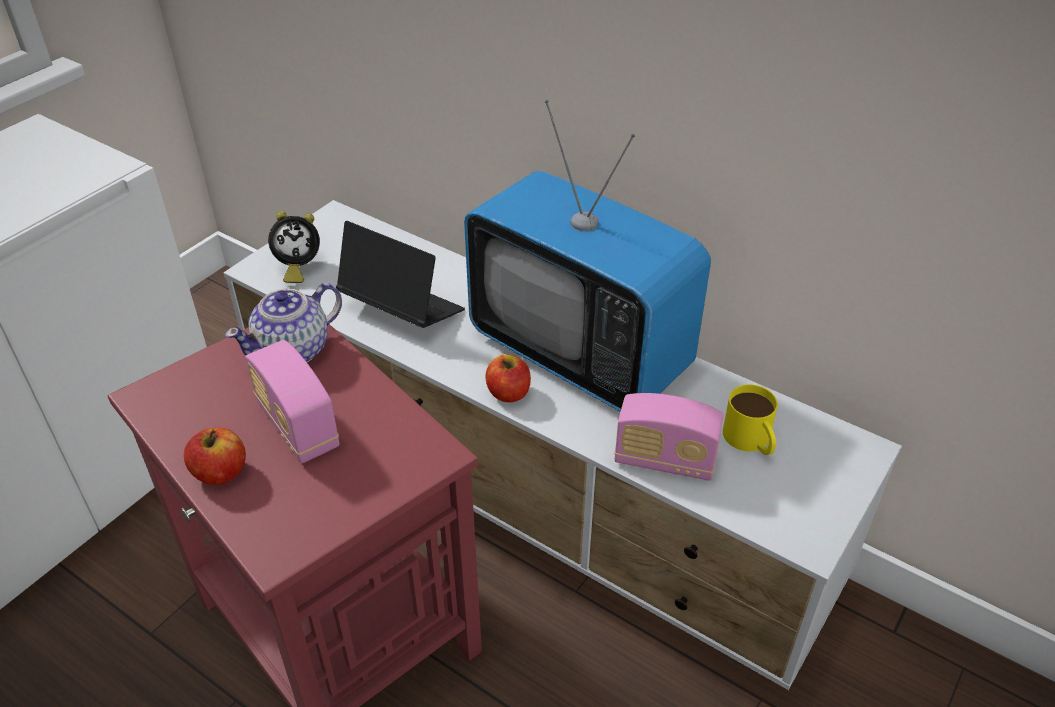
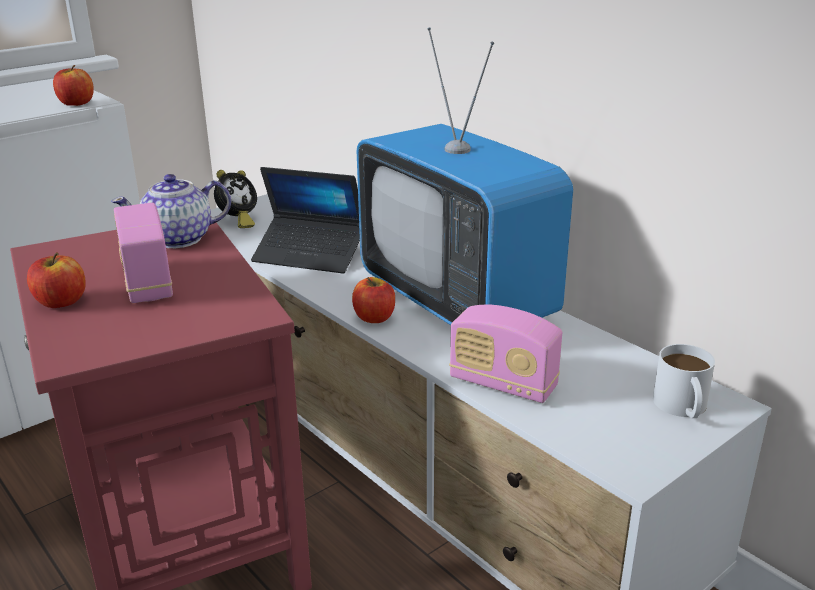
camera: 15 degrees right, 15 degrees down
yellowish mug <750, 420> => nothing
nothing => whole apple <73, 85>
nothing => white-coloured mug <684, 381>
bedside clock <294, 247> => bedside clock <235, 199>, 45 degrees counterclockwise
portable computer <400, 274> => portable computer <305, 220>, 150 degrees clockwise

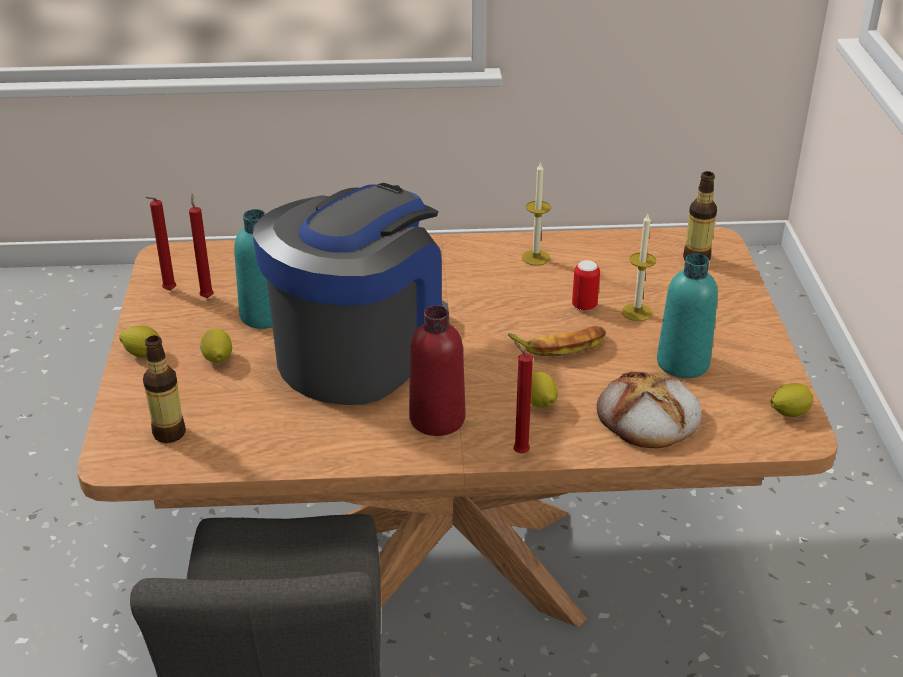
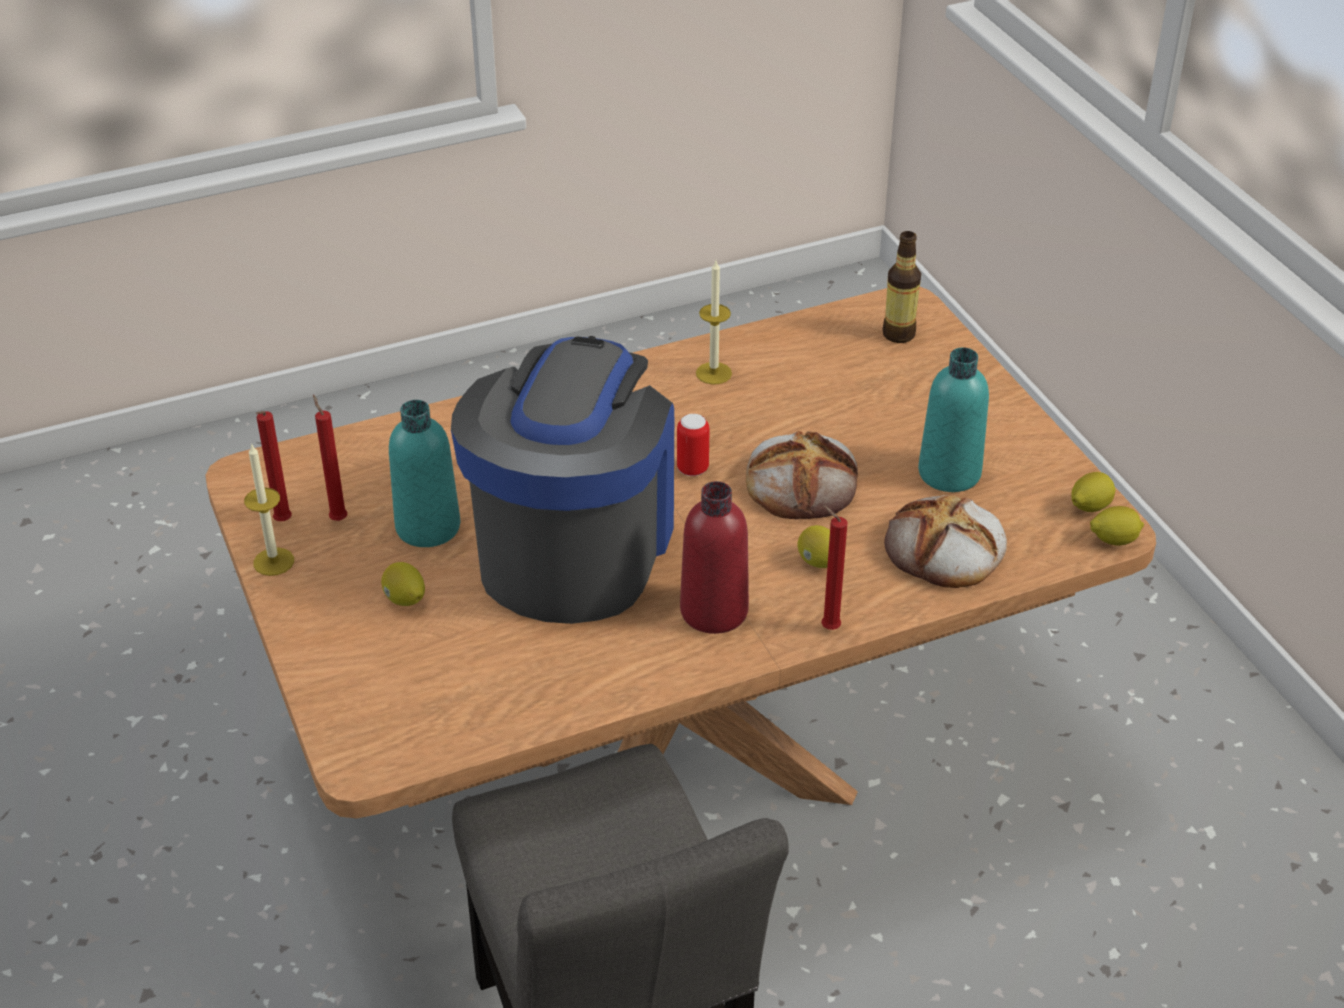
camera: 20 degrees left, 5 degrees up
beverage bottle <164, 389> => nothing
whole lemon <139, 341> => whole lemon <1117, 526>, relocated
can <586, 285> => can <693, 445>, relocated
wax light <639, 267> => wax light <269, 509>, relocated
whole banana <557, 341> => bakery bread <802, 475>

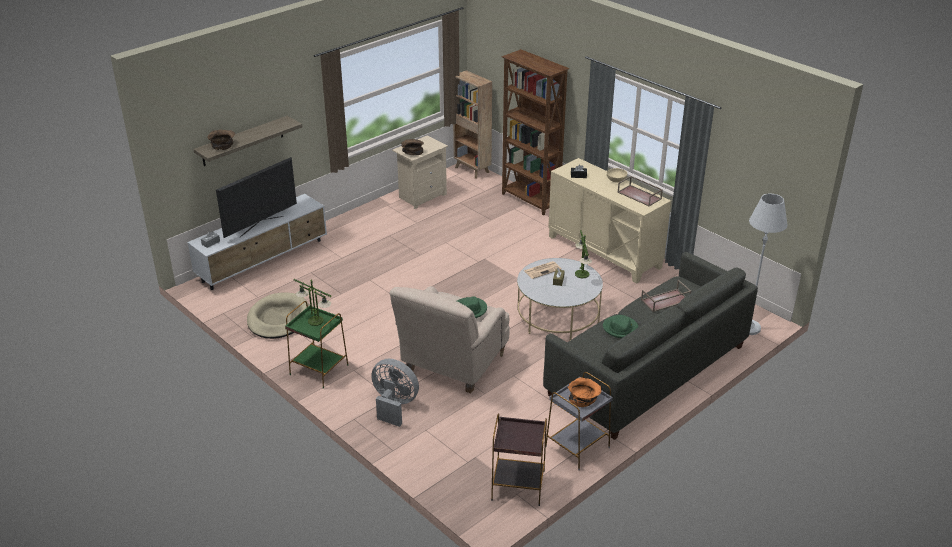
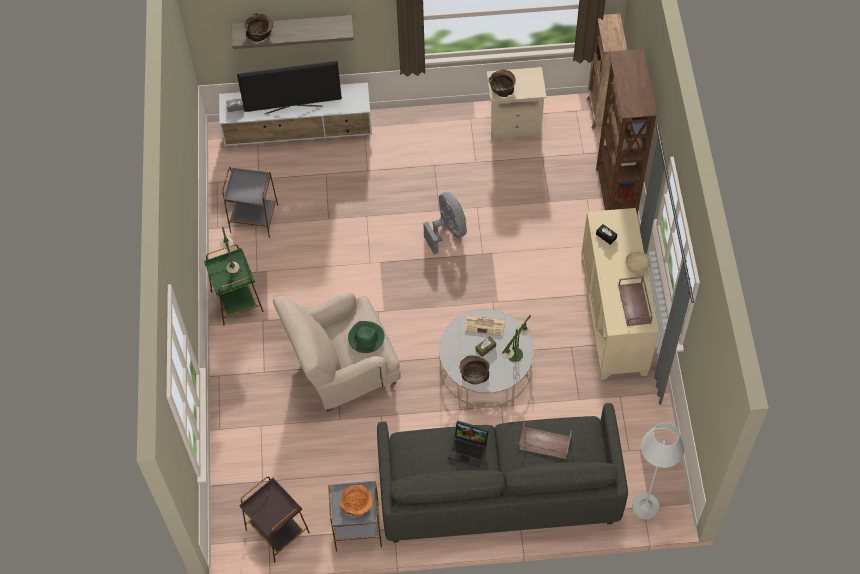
camera: 40 degrees right, 25 degrees up
nothing => brownish deep dish <474, 370>
grey fan <395, 393> => grey fan <445, 223>, relocated
beige-coloured dog bed <278, 316> => grey side table <250, 202>
green clothing hat <620, 326> => portable computer <468, 443>

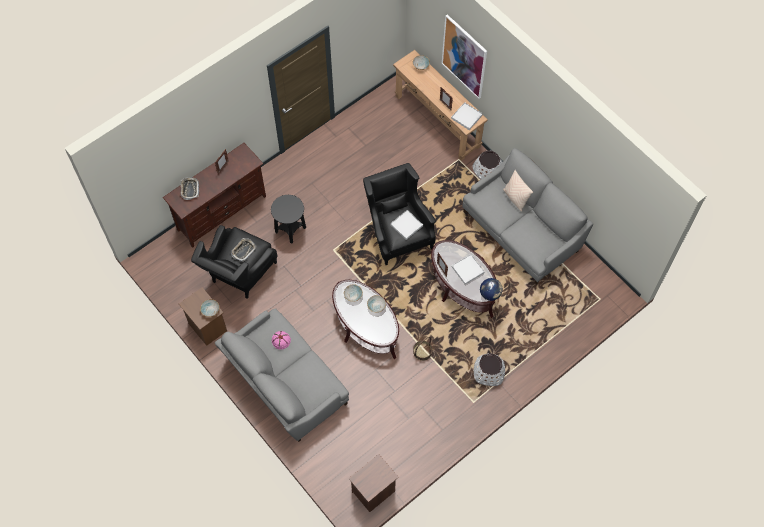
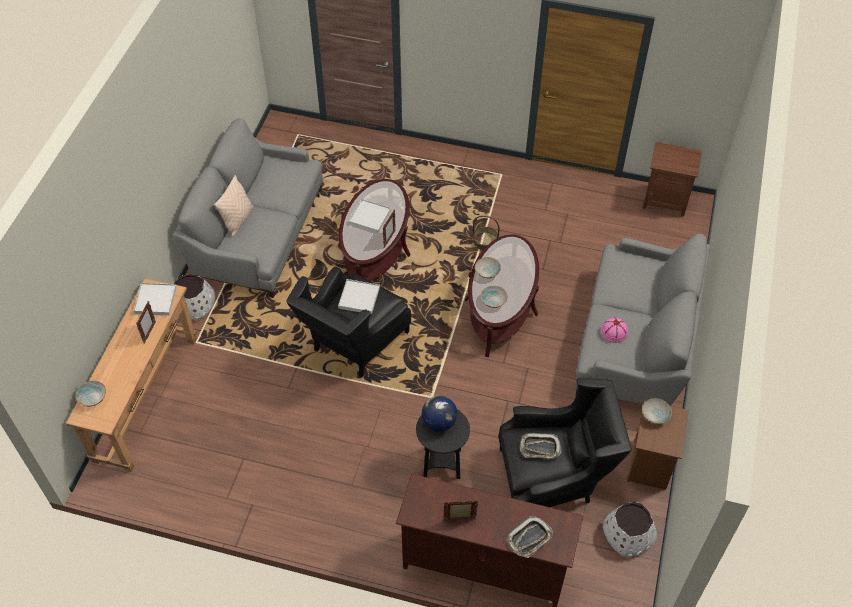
camera: 125 degrees left, 10 degrees down
wall art <464, 56> => nothing
white-coloured flower pot <489, 370> => white-coloured flower pot <630, 529>, relocated
desk globe <491, 289> => desk globe <439, 413>, relocated

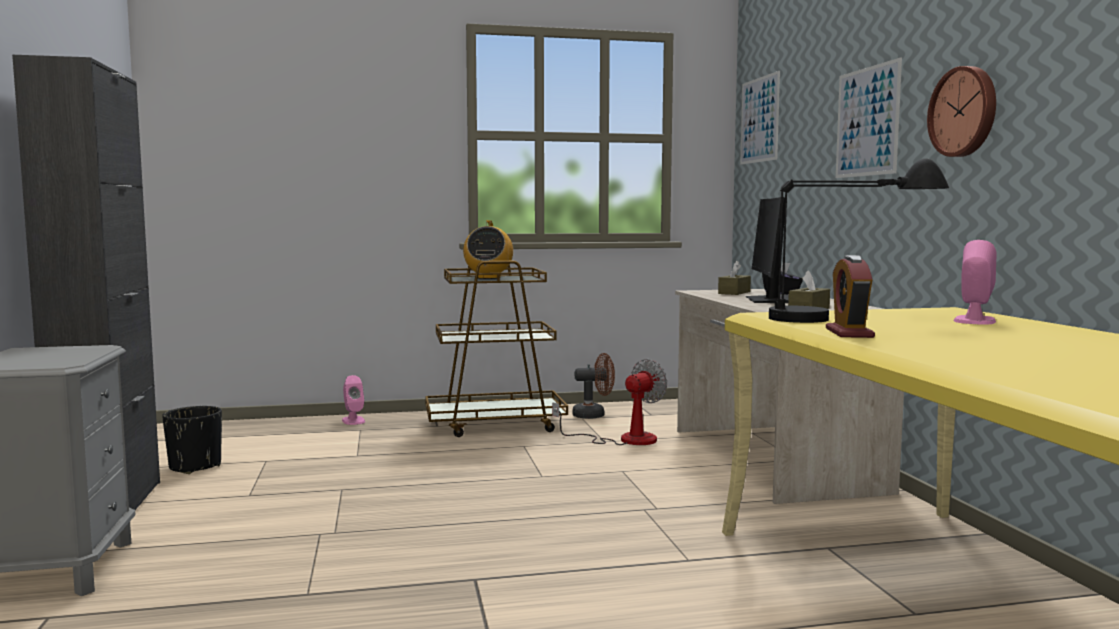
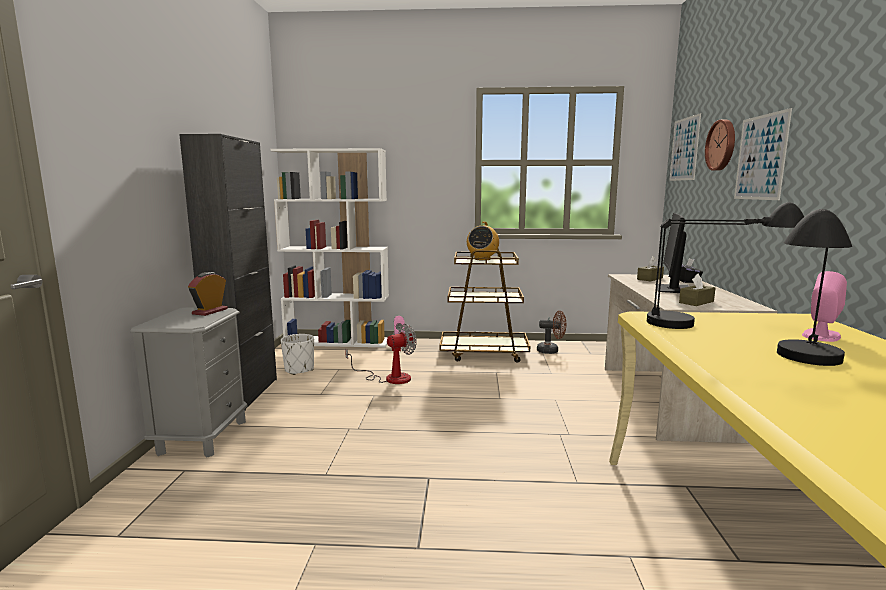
camera: 15 degrees right, 5 degrees up
nothing => white-coloured shelving unit <330, 247>
nothing => blackish lamp for a table <814, 287>
fan <609, 402> => fan <381, 354>, relocated
bedside clock <850, 296> => bedside clock <208, 294>, relocated
clock on the wall <961, 111> => clock on the wall <720, 145>, relocated
blackish flower pot <192, 440> => white-coloured flower pot <297, 354>

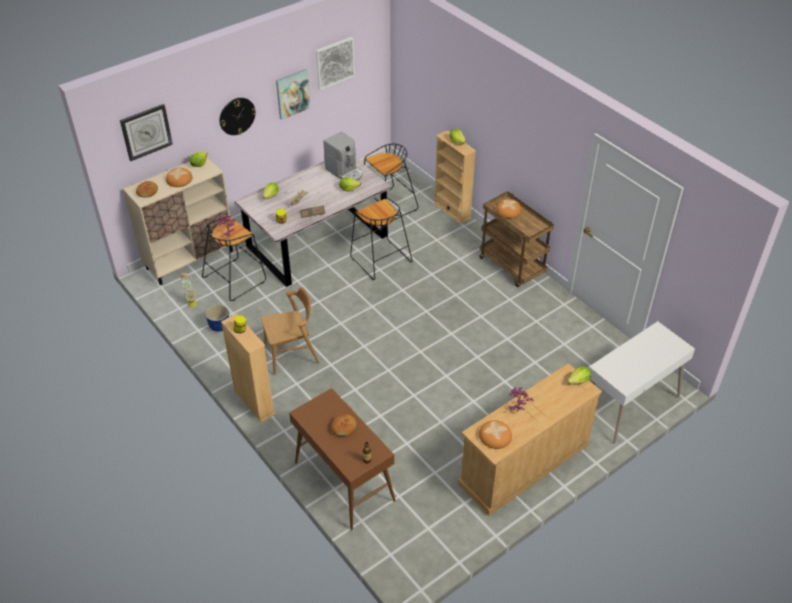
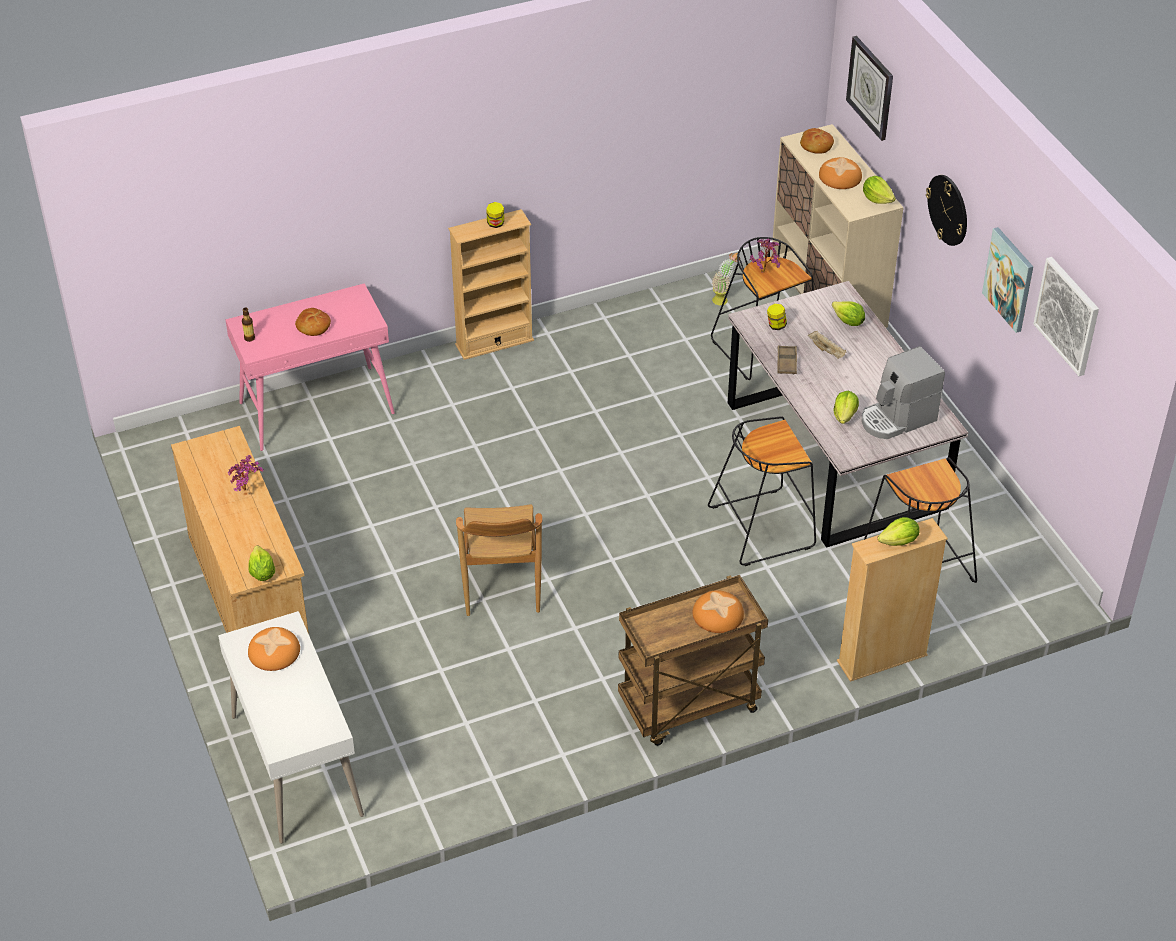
camera: 105 degrees right, 0 degrees up
flower pot <217, 318> => nothing
brownish plain chair <290, 331> => brownish plain chair <499, 560>, relocated
bakery bread <495, 434> => bakery bread <274, 649>, relocated
brownish narrow table <342, 459> => pinkish narrow table <310, 367>

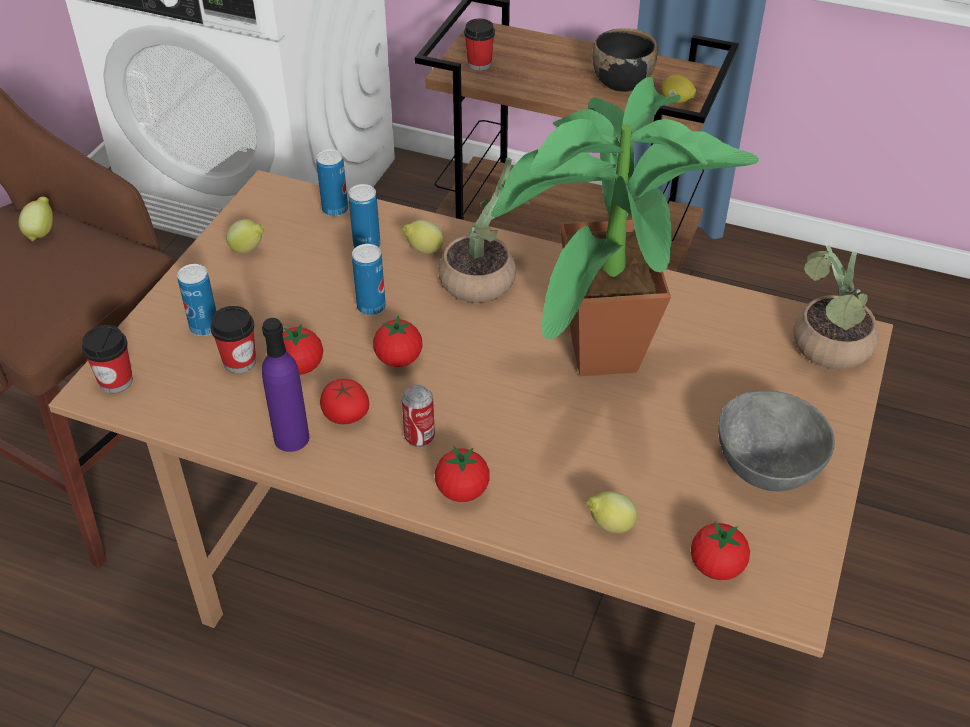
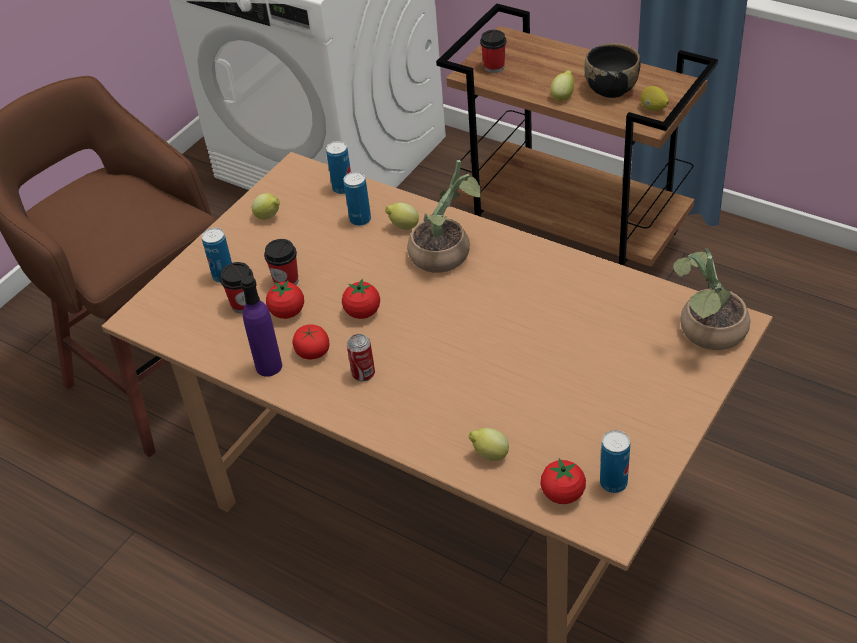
camera: 15 degrees right, 0 degrees up
fresh tomato <462, 474> => nothing
plant in a pot <624, 227> => nothing
grey deep dish <776, 441> => nothing
whole lemon <35, 219> => whole lemon <562, 86>, relocated
drinking cup <107, 359> => drinking cup <281, 262>, relocated
can <369, 279> => can <615, 461>, relocated

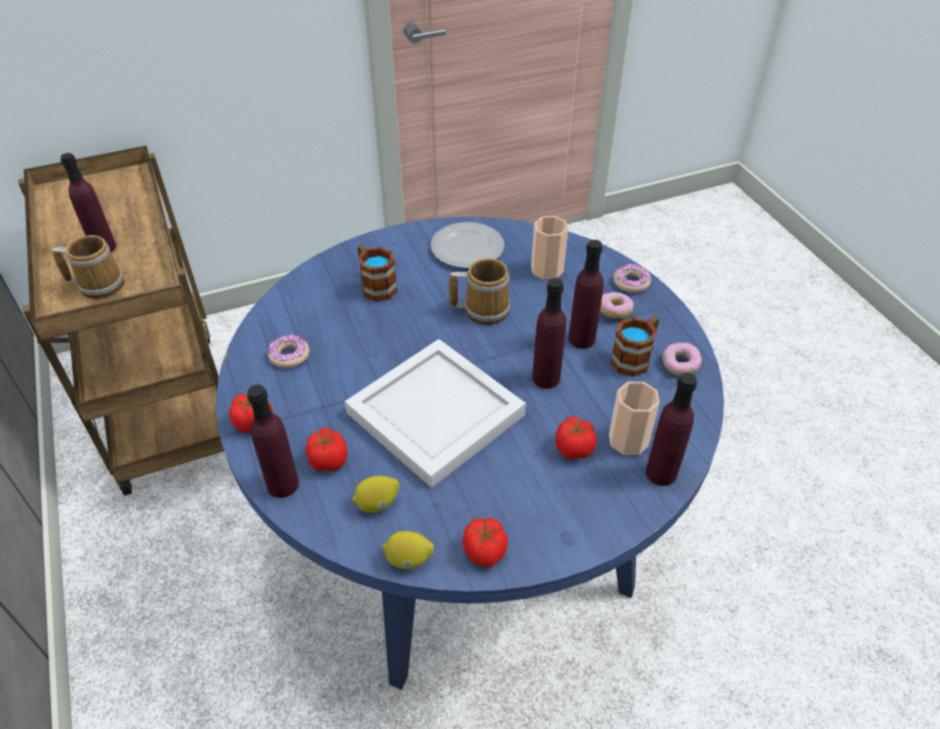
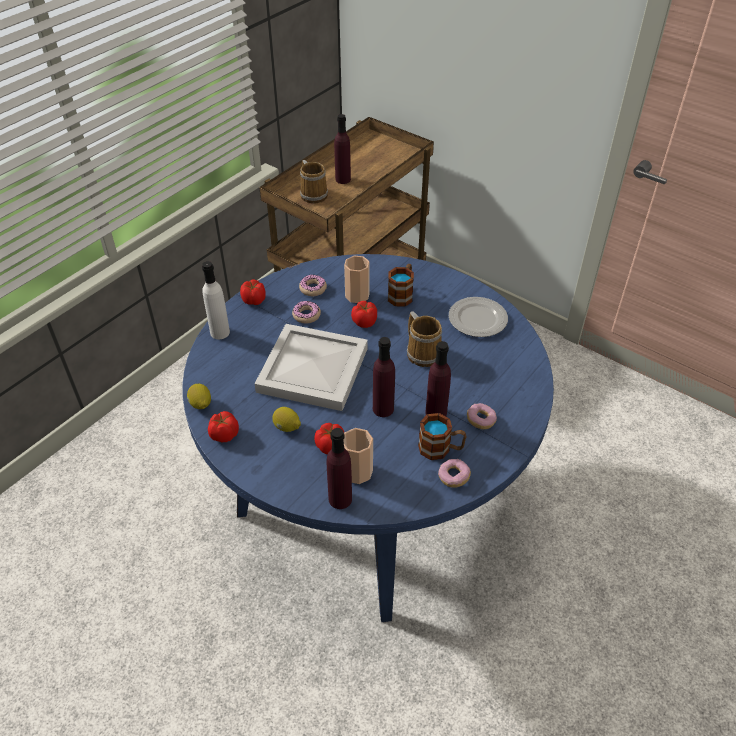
camera: 60 degrees right, 0 degrees up
fresh tomato <326, 450> => fresh tomato <364, 314>, relocated
whole lemon <376, 494> => whole lemon <286, 419>, relocated
drinking cup <549, 248> => drinking cup <357, 279>, relocated
donut <632, 278> => donut <306, 312>, relocated
purplish beverage bottle <273, 441> => white-coloured beverage bottle <216, 300>

